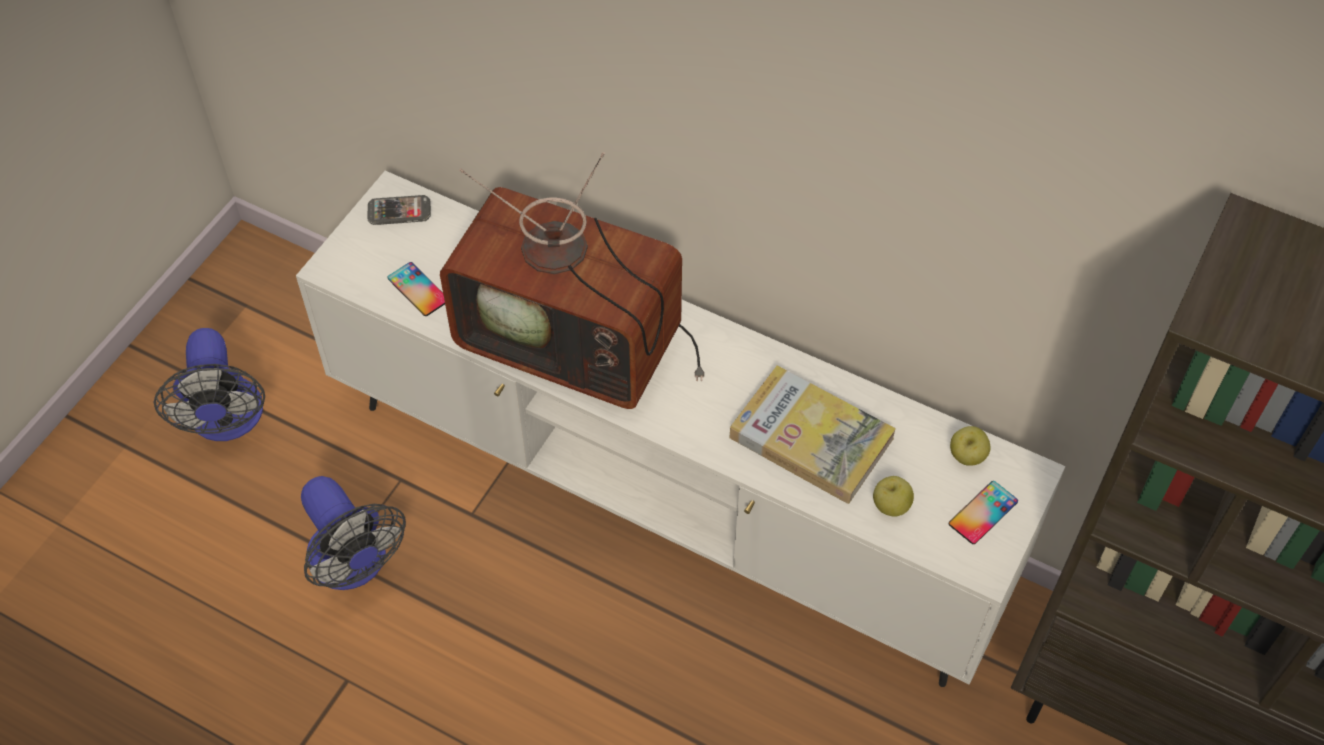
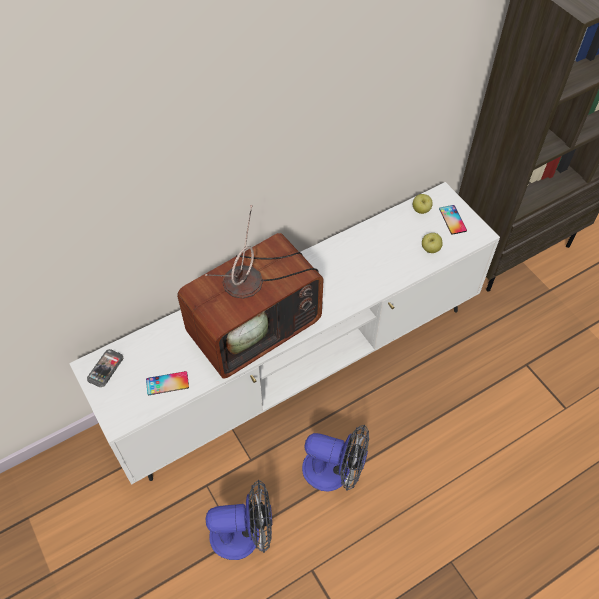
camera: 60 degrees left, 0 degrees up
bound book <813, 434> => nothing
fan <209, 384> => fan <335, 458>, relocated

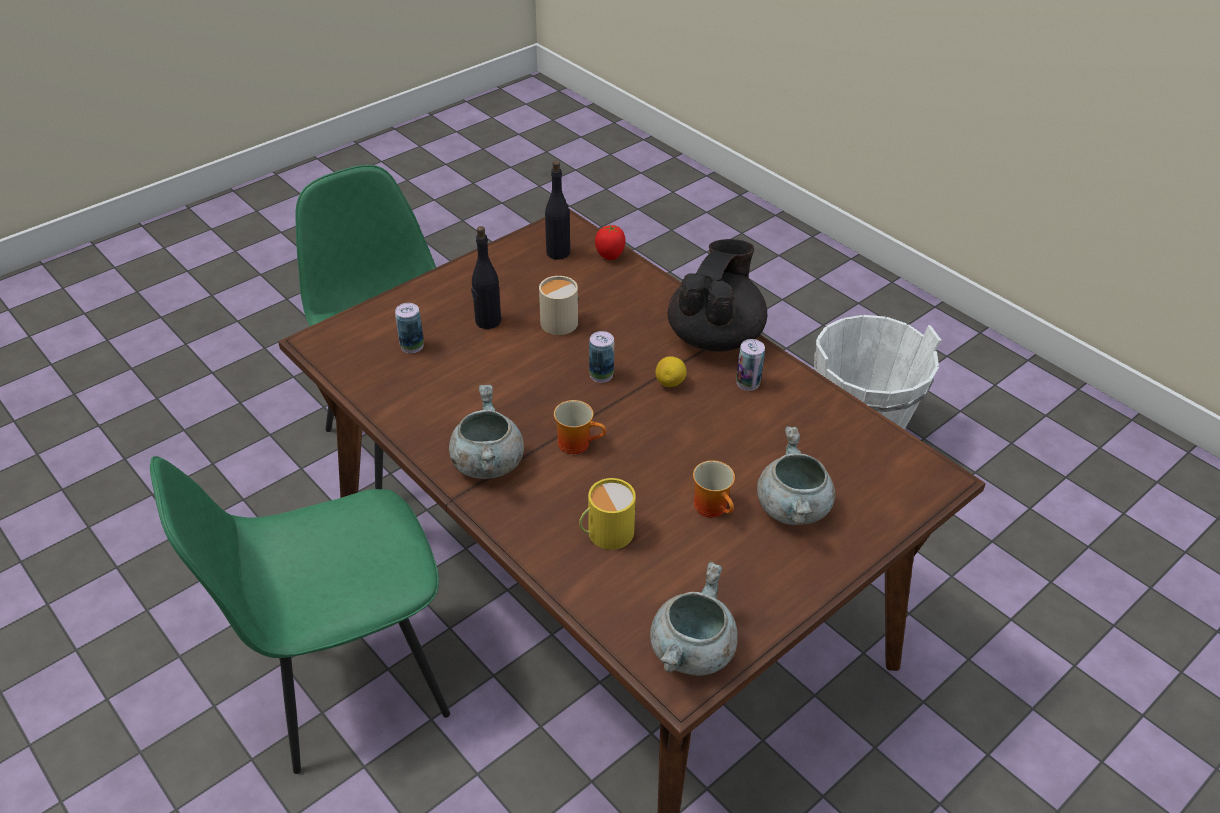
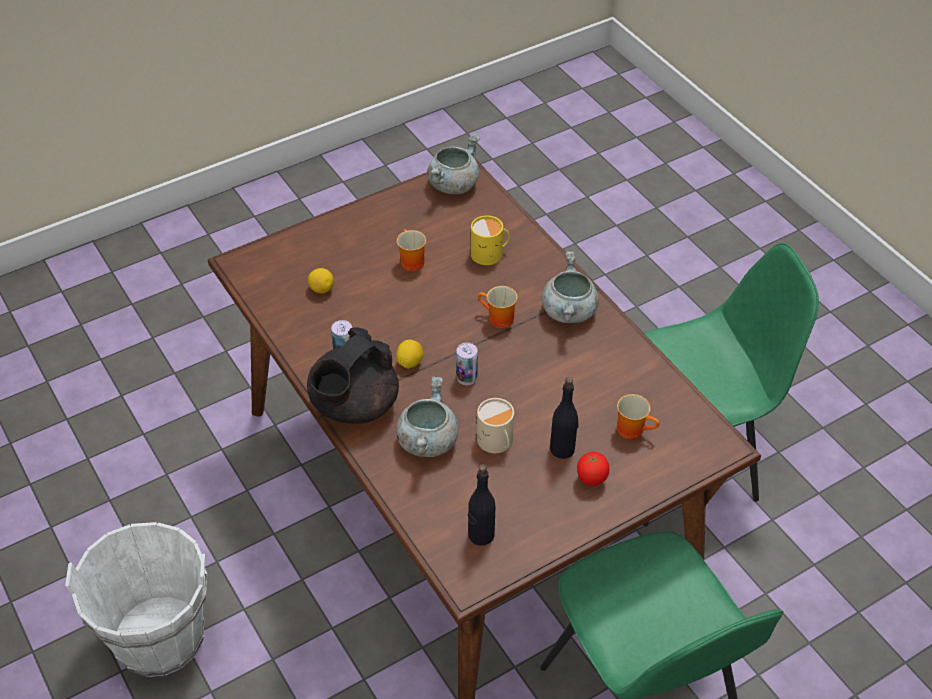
camera: 170 degrees left, 5 degrees up
nothing => whole lemon <321, 280>
fresh tomato <610, 242> => fresh tomato <593, 469>, relocated
grey cooking pot <796, 475> => grey cooking pot <427, 416>, relocated
can <409, 328> => mug <638, 416>

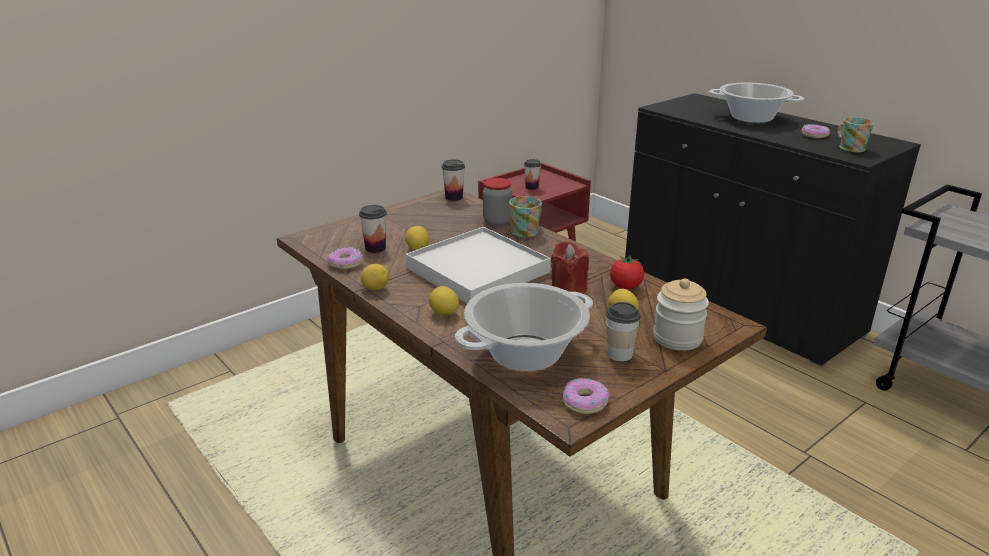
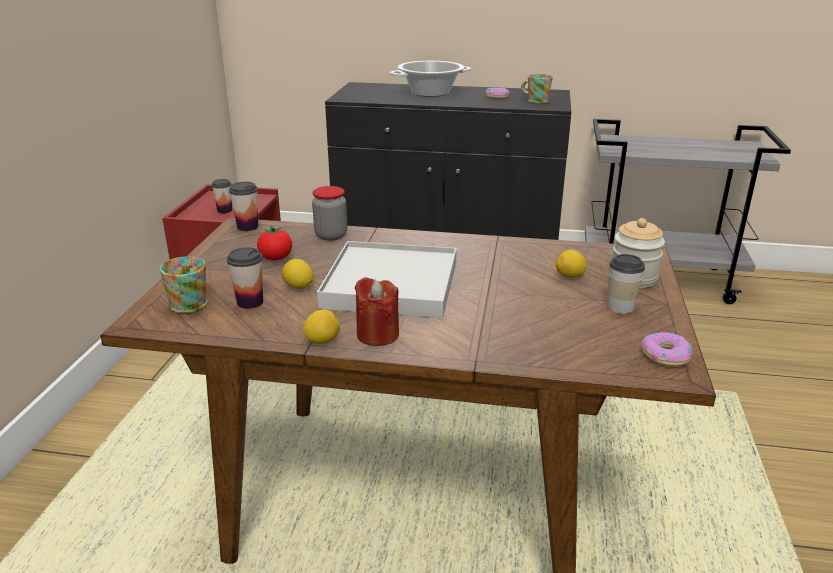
camera: 40 degrees left, 0 degrees up
donut <345, 258> => nothing
whole lemon <444, 300> => nothing
cooking pot <524, 327> => nothing
mug <525, 217> => mug <183, 285>, relocated
red wax light <570, 267> => red wax light <376, 311>, relocated
fresh tomato <627, 272> => fresh tomato <274, 243>, relocated

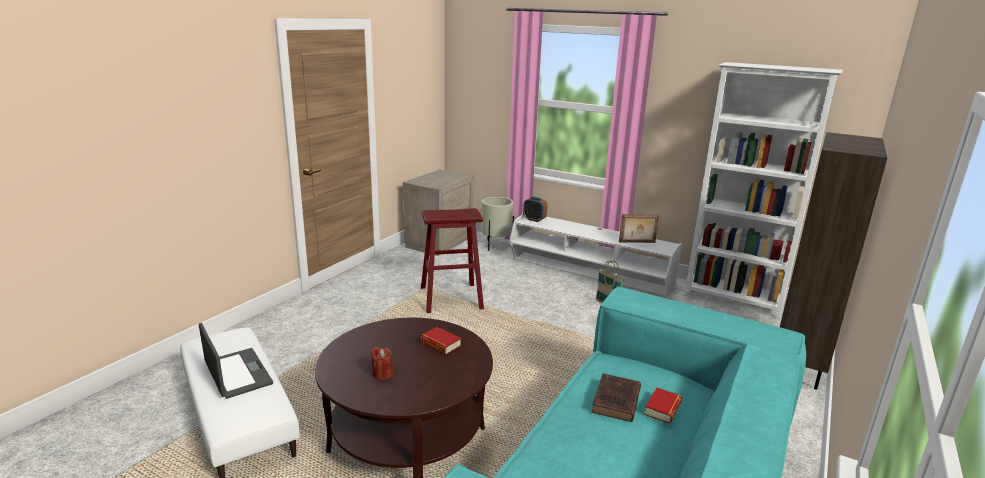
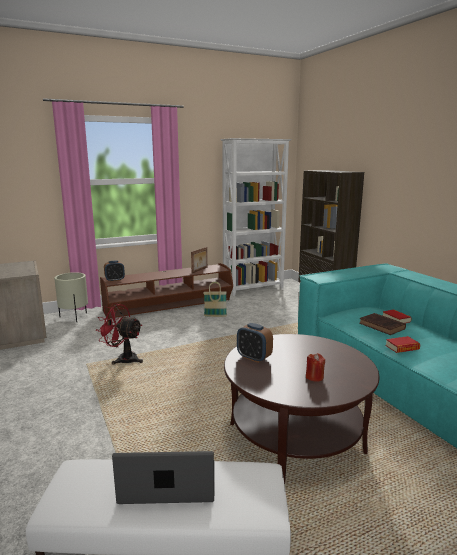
camera: 55 degrees left, 5 degrees down
nothing => bedside clock <255, 343>
bound book <441, 341> => bound book <403, 344>, relocated
red sitting stool <452, 260> => red fan <119, 334>
white-coloured tv unit <596, 256> => brownish tv unit <166, 291>

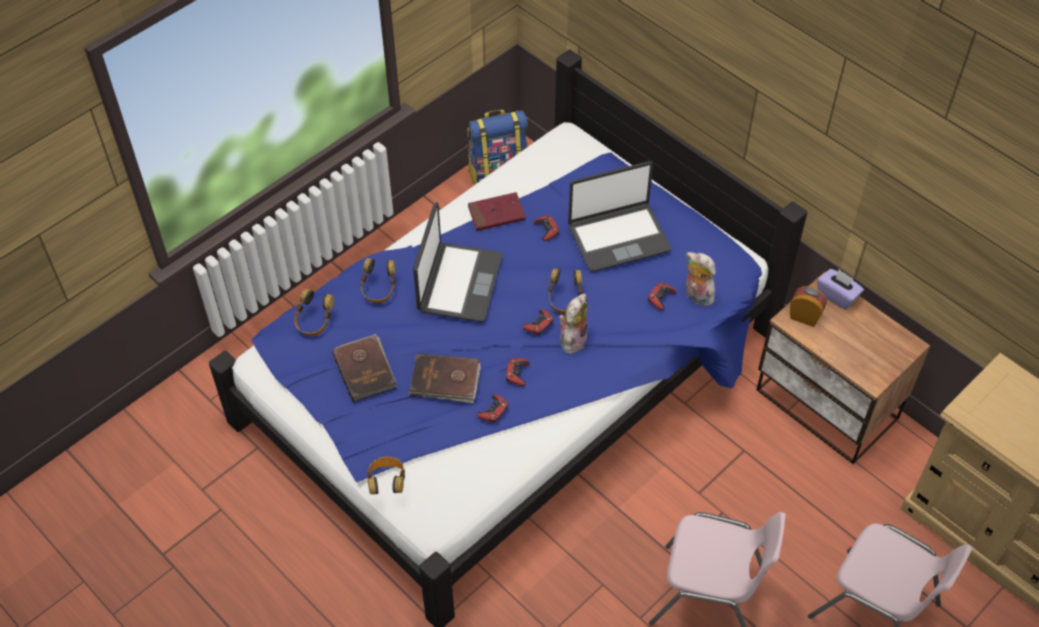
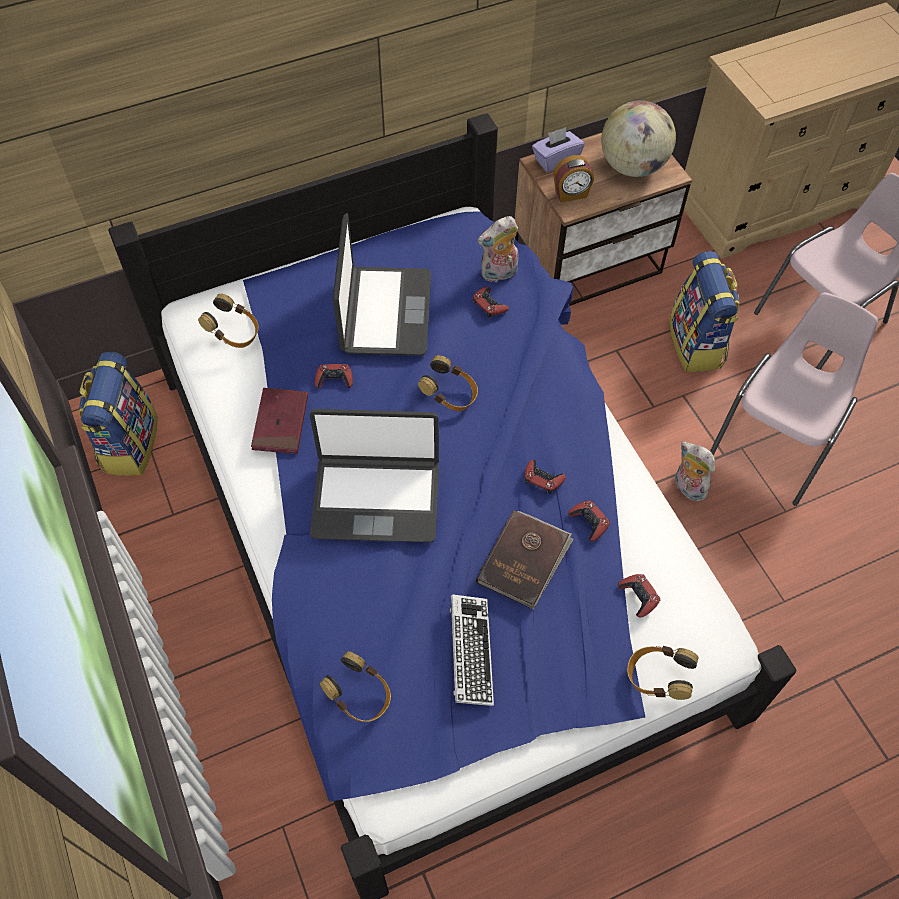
camera: 70 degrees left, 5 degrees up
nothing => desk globe <638, 138>
nothing => knapsack <704, 311>
headphones <378, 280> => headphones <228, 321>, relocated
red game controller <538, 322> => red game controller <639, 595>, relocated
cuddly toy <573, 324> => cuddly toy <695, 472>, relocated
brownish bound book <364, 368> => keyboard <472, 650>
portable computer <457, 262> => portable computer <374, 476>, 150 degrees clockwise
bedside clock <808, 306> => bedside clock <573, 178>, 150 degrees counterclockwise

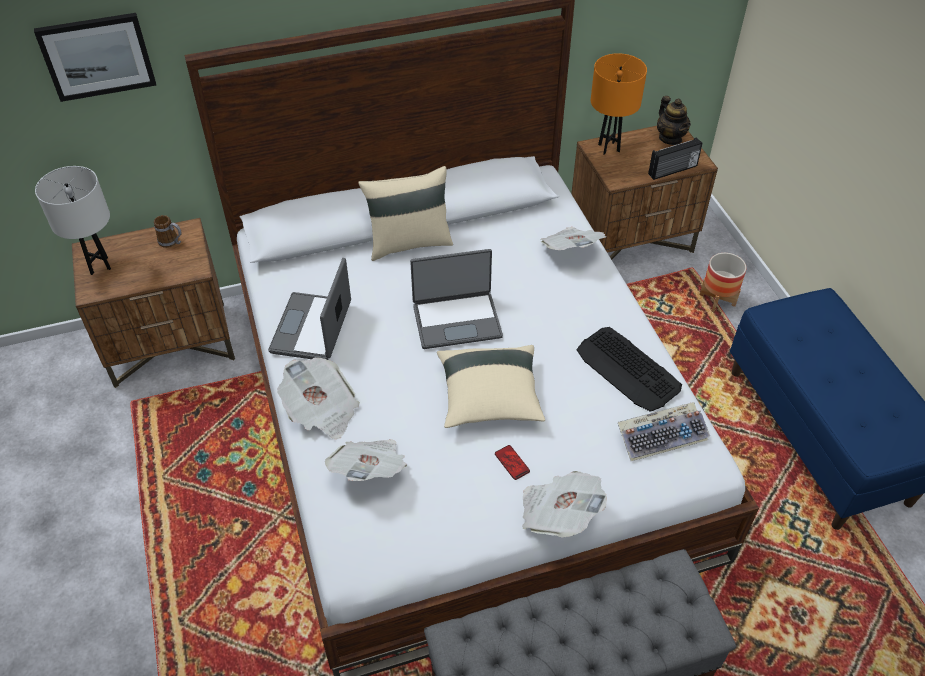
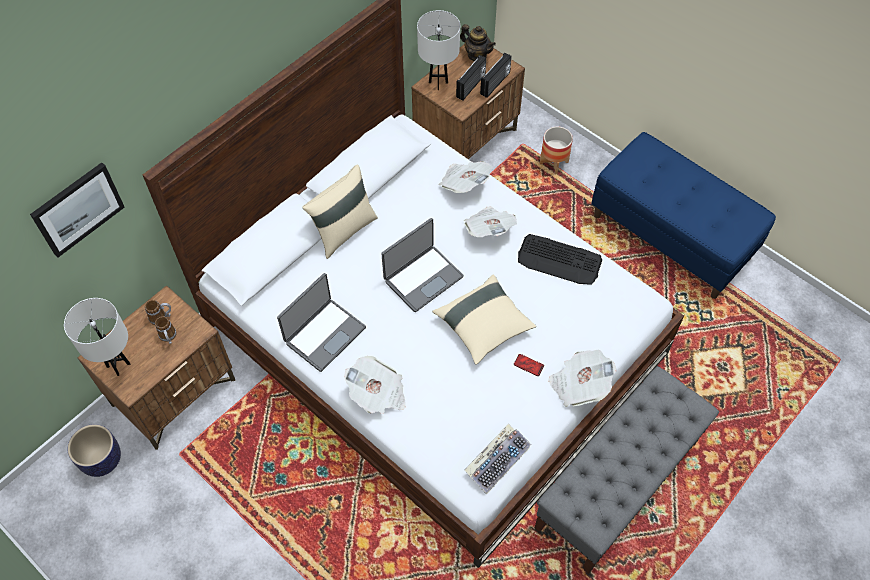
camera: 30 degrees left, 10 degrees up
nothing => flower pot <94, 450>
nothing => mug <165, 330>
nothing => radio <471, 78>
newspaper <366, 460> => newspaper <490, 221>, relocated
keyboard <664, 431> => keyboard <498, 459>, relocated
orange-coloured lamp for a table <619, 104> => white-coloured lamp for a table <438, 50>
portable computer <309, 309> => portable computer <321, 322>, 120 degrees counterclockwise

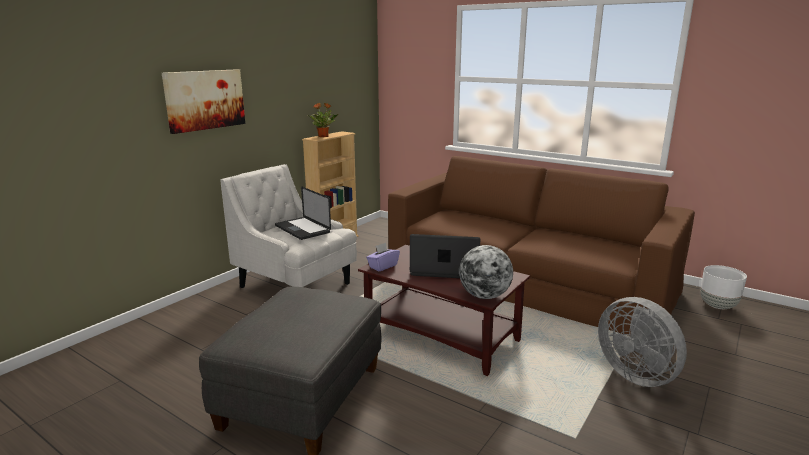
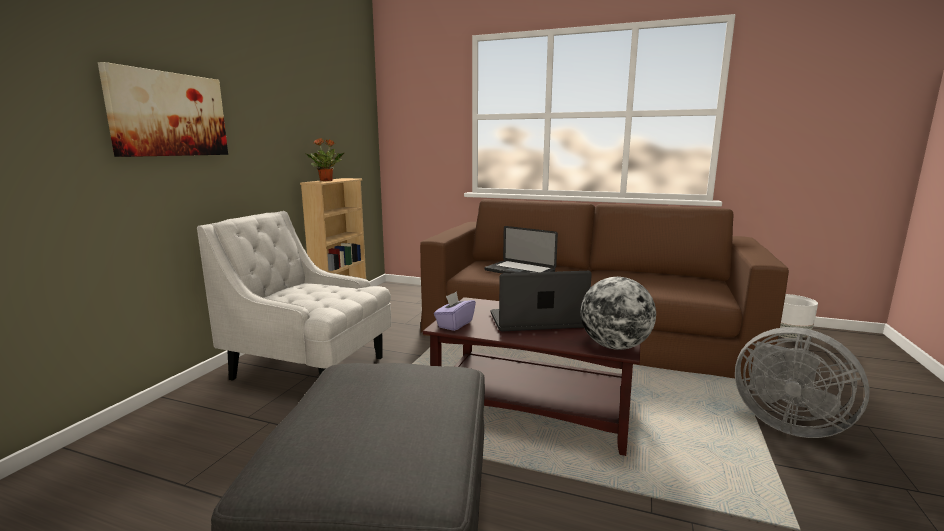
camera: 15 degrees left, 5 degrees down
portable computer <303, 213> => portable computer <521, 250>, relocated

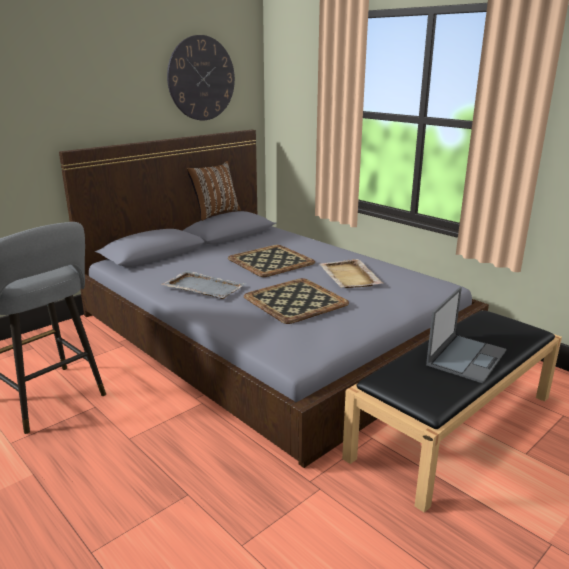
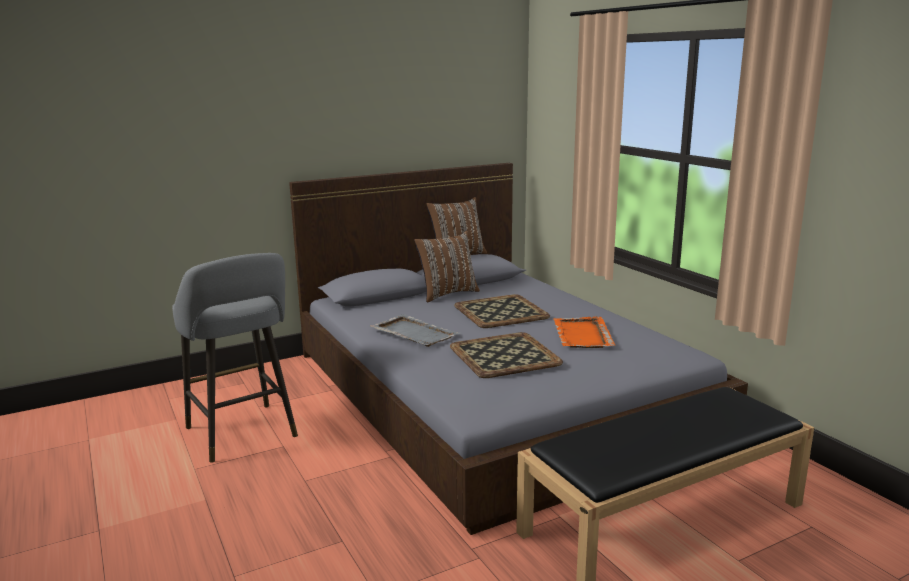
camera: 15 degrees right, 5 degrees down
clock on the wall <201, 77> => nothing
portable computer <466, 335> => nothing
nothing => brownish pillow <447, 267>
beige-coloured tray <351, 273> => orange-coloured tray <585, 332>

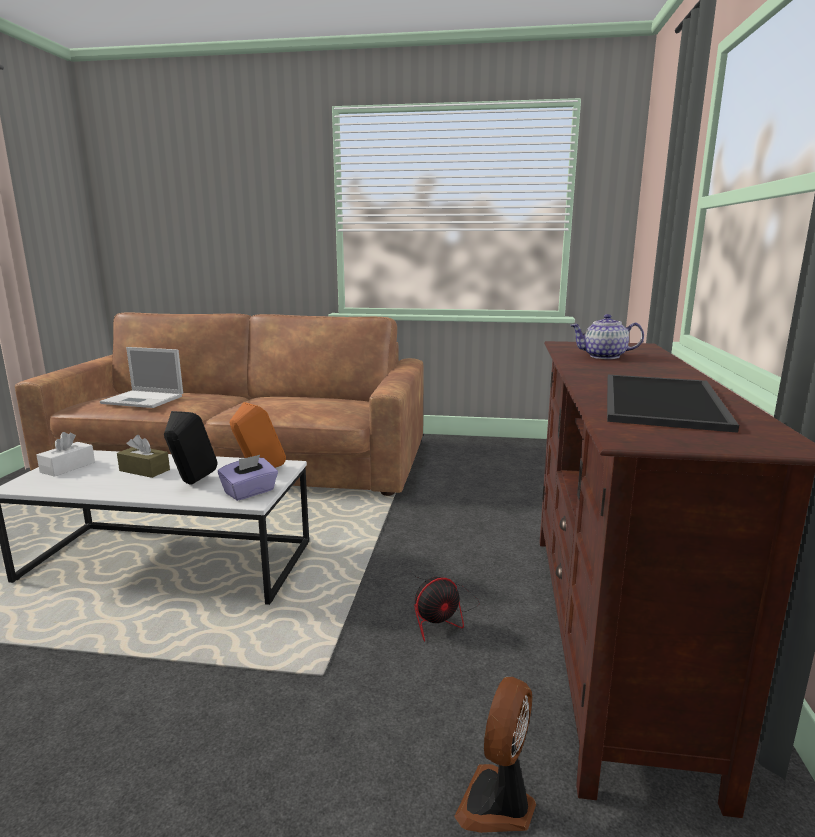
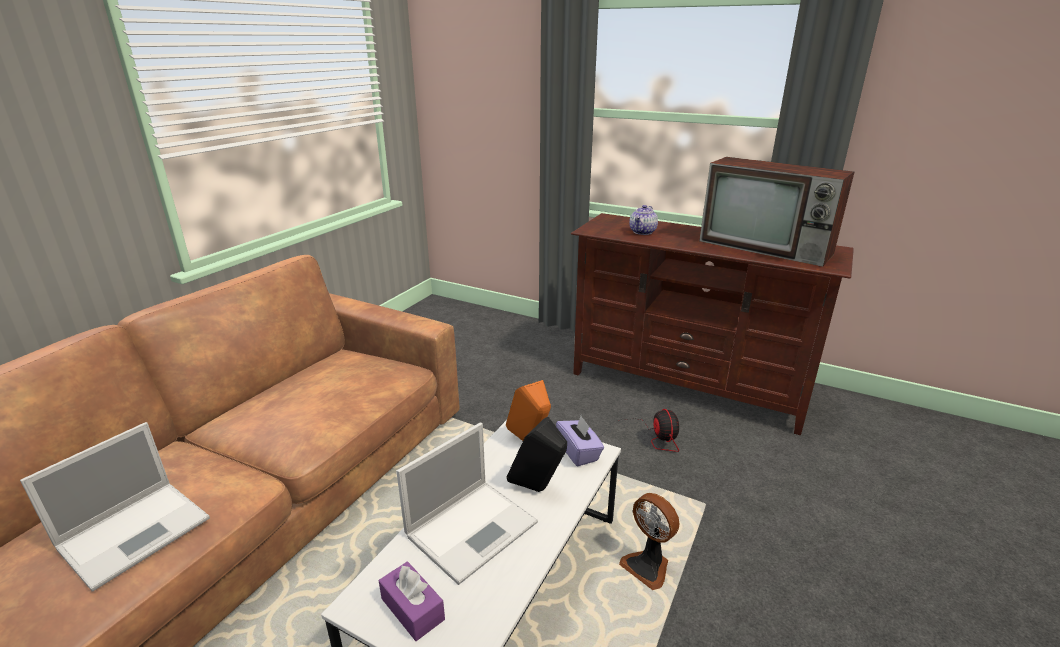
camera: 70 degrees left, 10 degrees up
fan <495, 755> => fan <649, 541>, relocated
brownish tissue box <143, 456> => portable computer <467, 504>
tray <673, 404> => TV set <776, 212>
white-coloured tissue box <66, 454> => purplish tissue box <412, 601>

